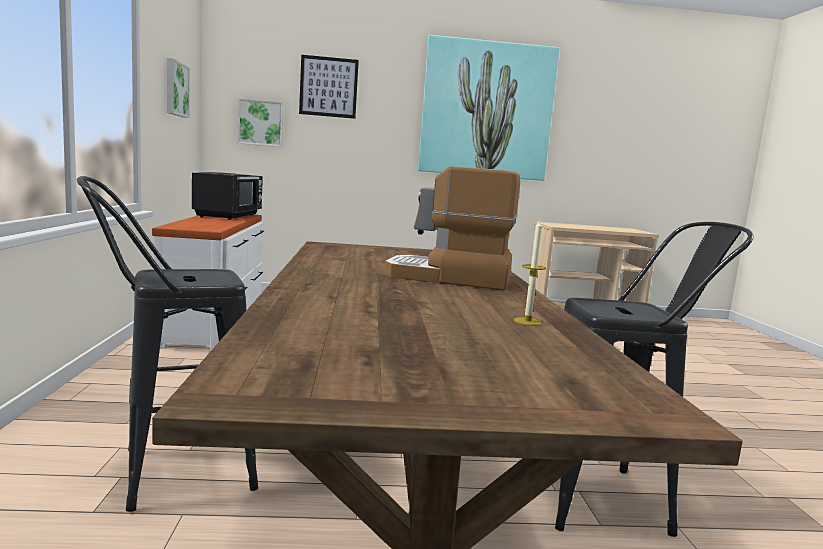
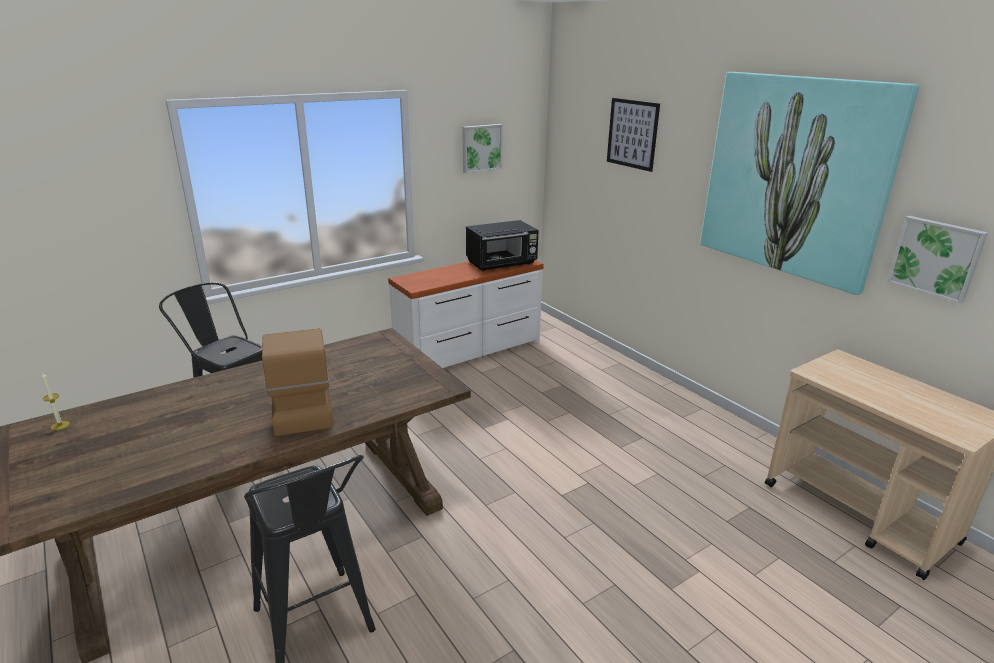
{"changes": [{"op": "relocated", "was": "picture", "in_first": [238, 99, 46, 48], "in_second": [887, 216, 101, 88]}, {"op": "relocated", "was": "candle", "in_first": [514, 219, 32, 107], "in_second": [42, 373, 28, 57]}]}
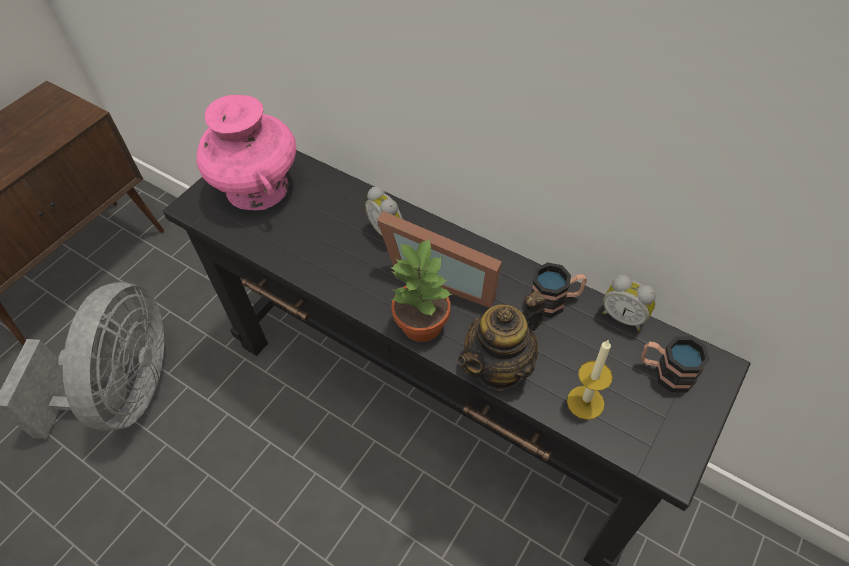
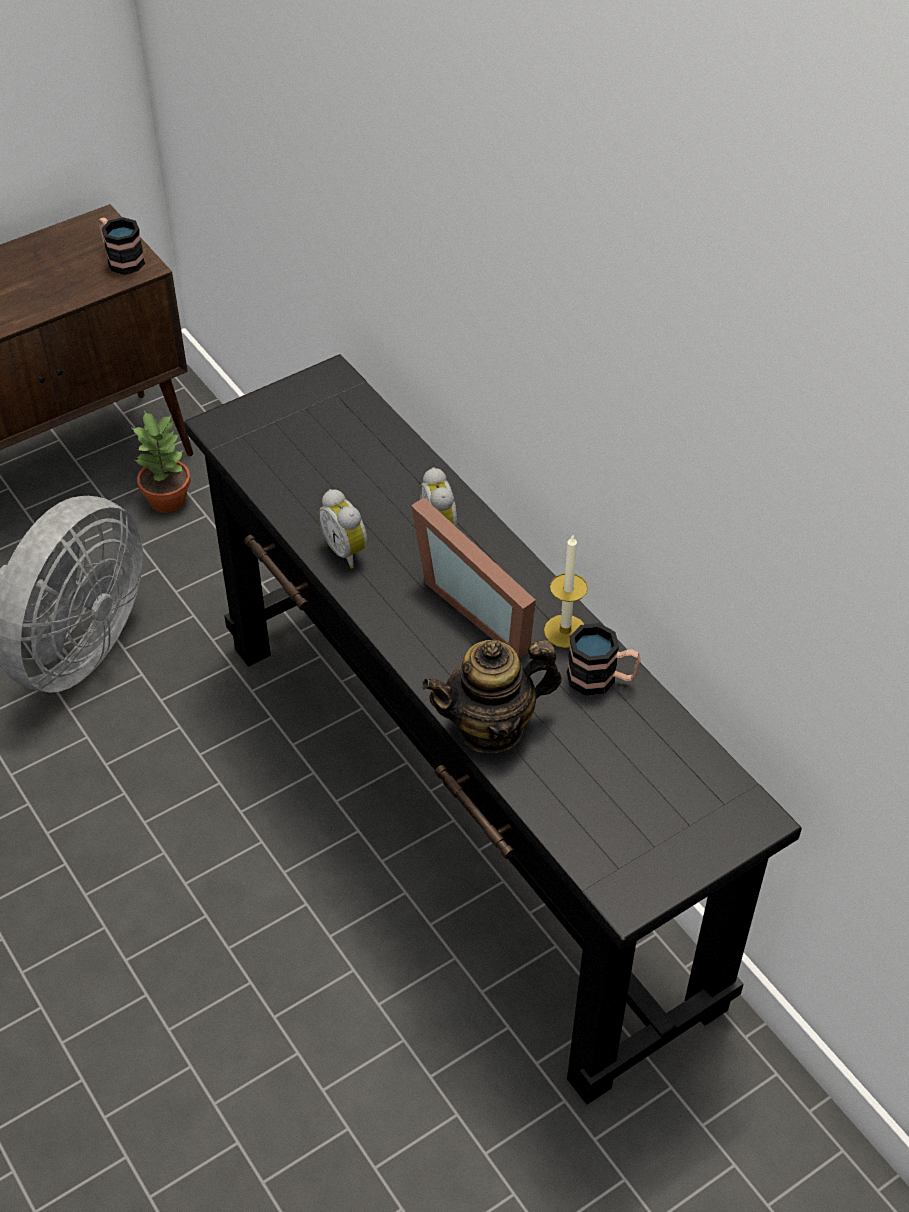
{"changes": [{"op": "missing", "was": "pink-coloured flower vase", "in_first": [196, 95, 100, 115]}, {"op": "relocated", "was": "plant in a pot", "in_first": [389, 238, 64, 104], "in_second": [132, 411, 59, 102]}, {"op": "relocated", "was": "candle", "in_first": [567, 339, 46, 81], "in_second": [544, 535, 44, 113]}, {"op": "relocated", "was": "bedside clock", "in_first": [603, 275, 53, 56], "in_second": [318, 489, 49, 80]}, {"op": "relocated", "was": "tea mug", "in_first": [641, 336, 69, 57], "in_second": [99, 217, 46, 58]}]}
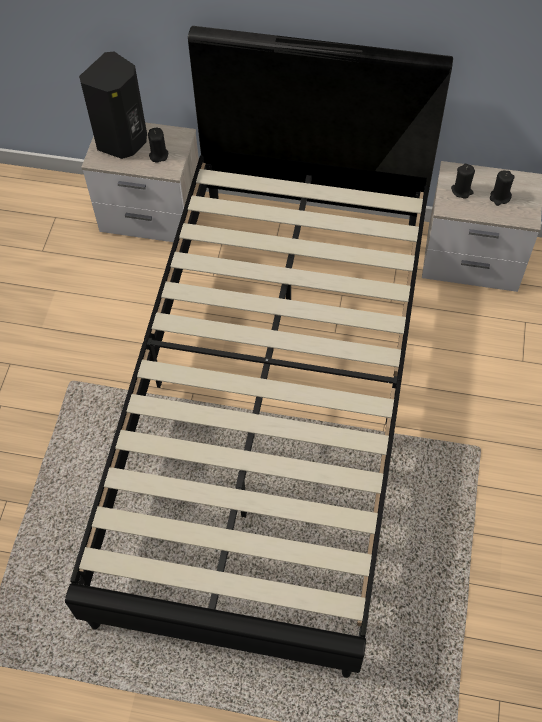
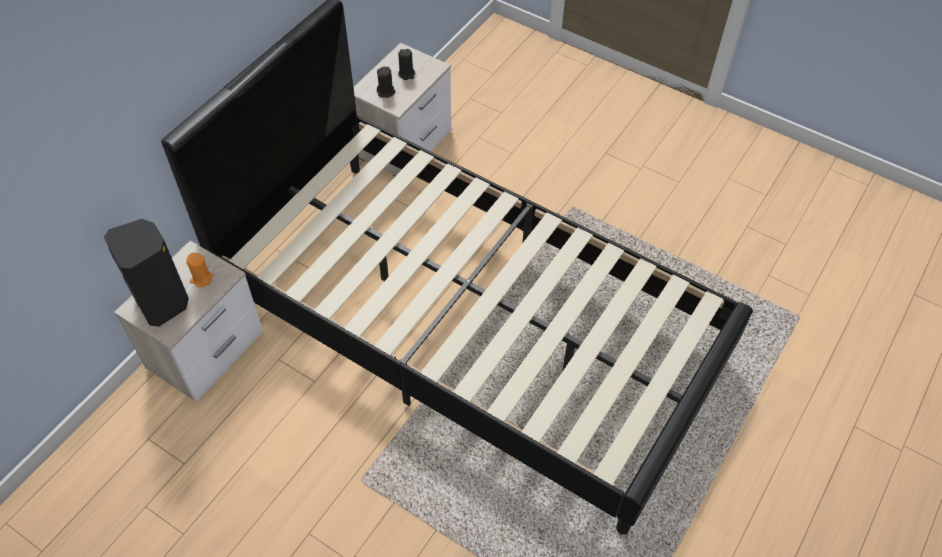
{"changes": [{"op": "colour", "was": "blackish candle", "now": "orangey candle", "in_first": [148, 128, 20, 34], "in_second": [186, 253, 27, 34]}]}
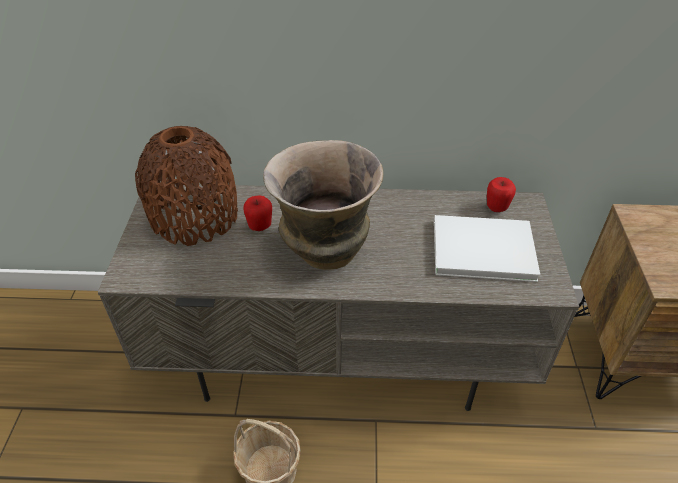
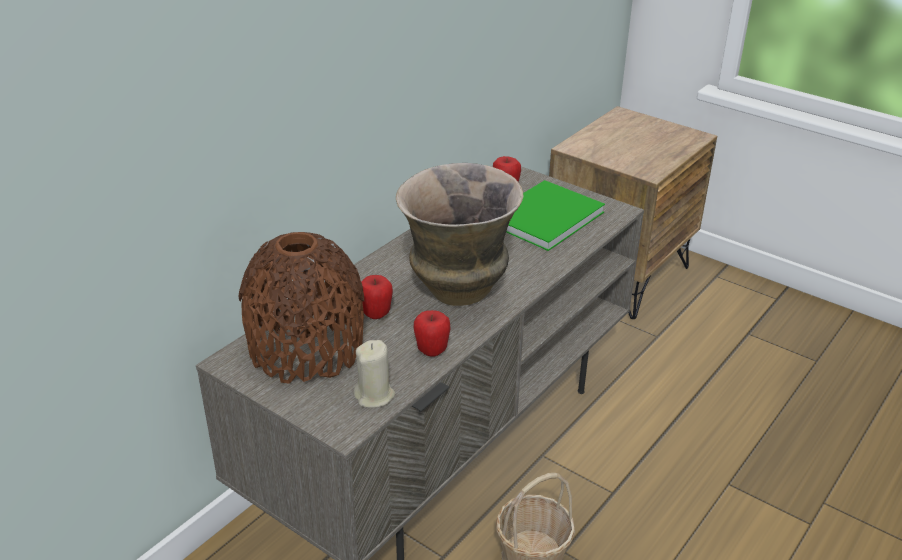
{"changes": [{"op": "appeared", "now": "sand-coloured candle", "in_second": [354, 340, 41, 68]}, {"op": "appeared", "now": "apple fruit", "in_second": [414, 310, 37, 47]}, {"op": "colour", "was": "white volume", "now": "green volume", "in_first": [434, 215, 106, 67], "in_second": [506, 180, 99, 71]}]}
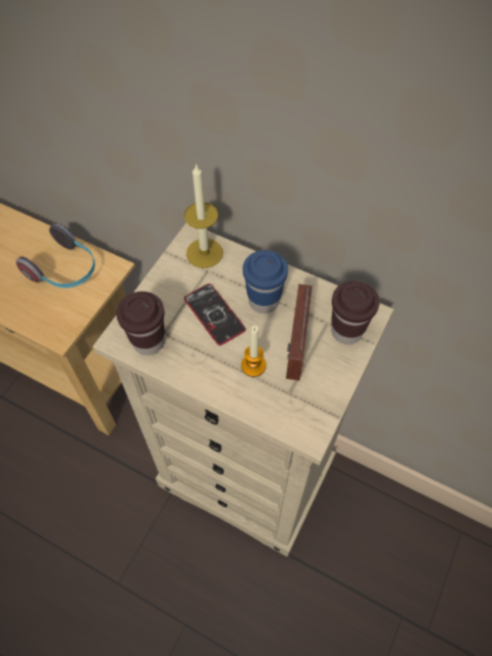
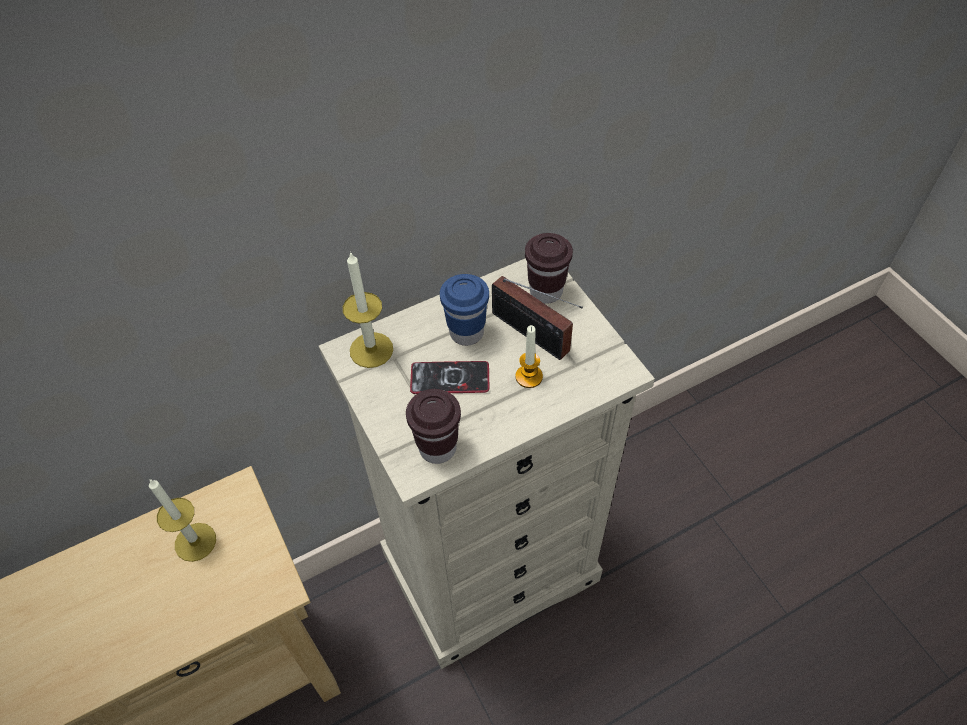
{"changes": [{"op": "exchanged", "was": "headset", "now": "candle", "in_first": [16, 224, 79, 64], "in_second": [149, 479, 67, 83]}]}
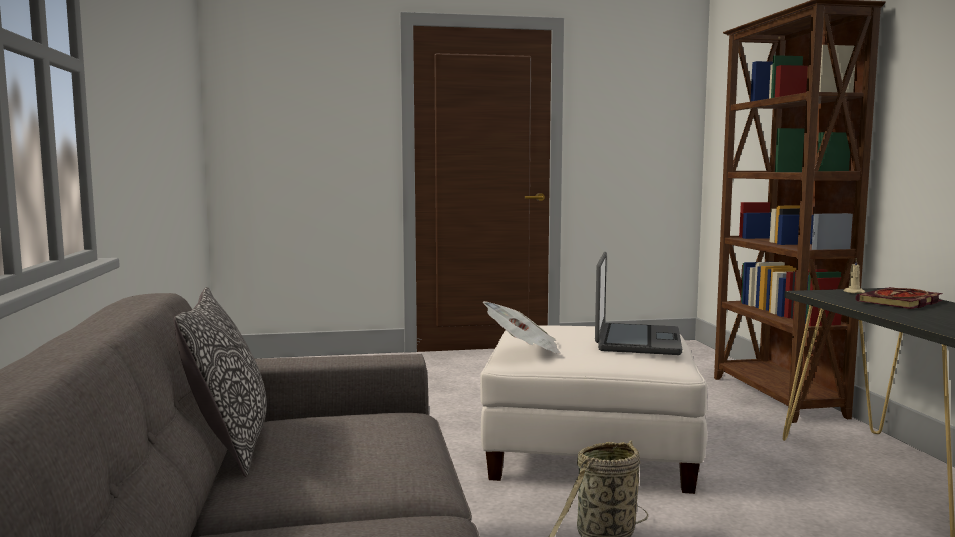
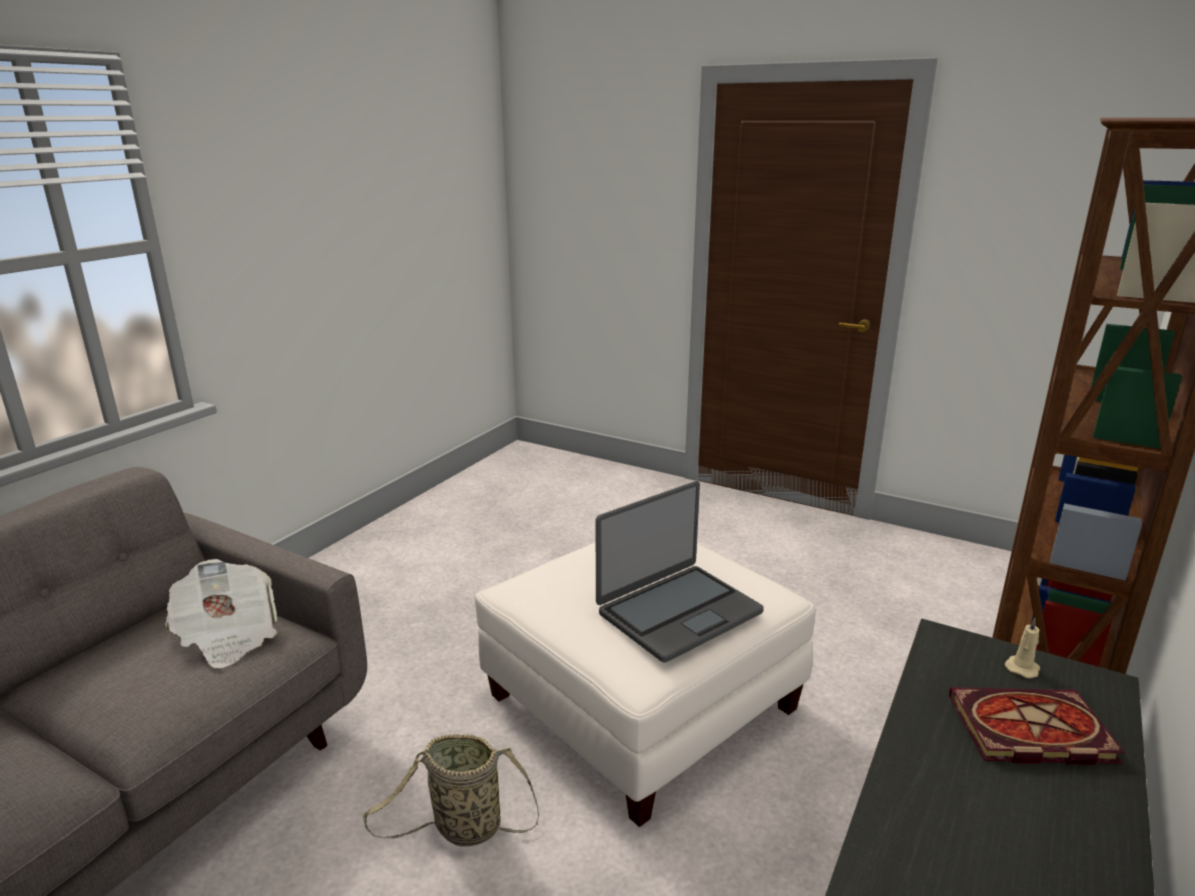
{"changes": [{"op": "missing", "was": "pillow", "in_first": [174, 287, 93, 190]}, {"op": "relocated", "was": "newspaper", "in_first": [483, 301, 78, 53], "in_second": [165, 559, 112, 109]}]}
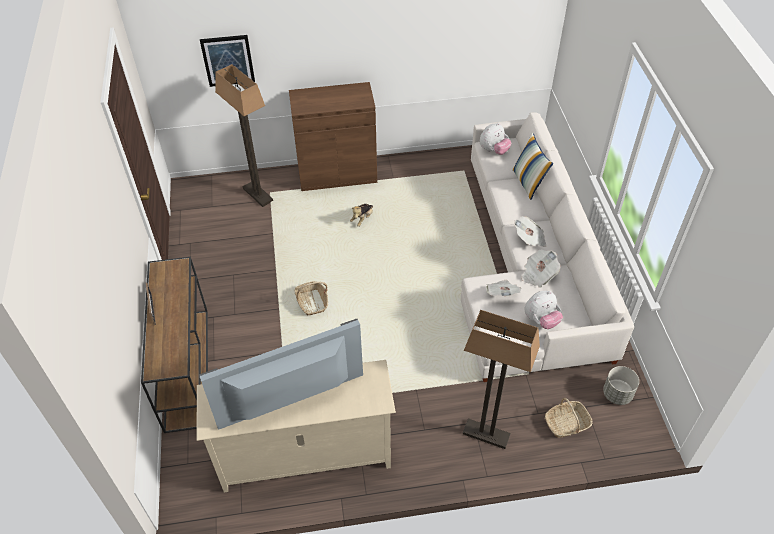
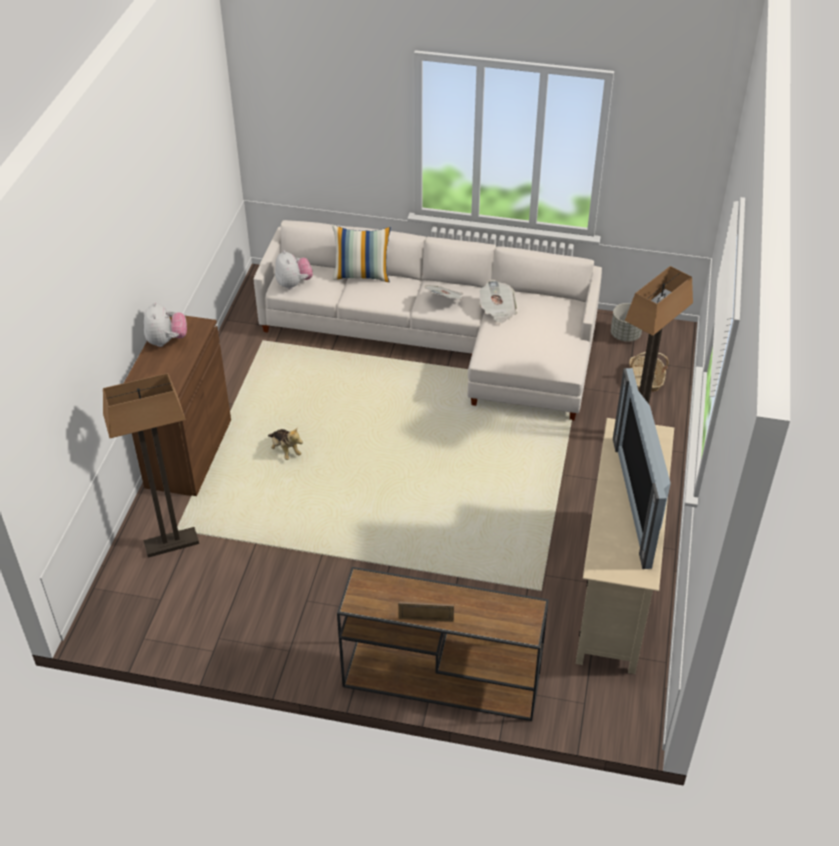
{"changes": [{"op": "missing", "was": "picture", "in_first": [200, 35, 55, 52]}, {"op": "missing", "was": "storage basket", "in_first": [295, 281, 33, 34]}, {"op": "missing", "was": "newspaper", "in_first": [486, 280, 35, 17]}, {"op": "relocated", "was": "cuddly toy", "in_first": [525, 291, 38, 38], "in_second": [144, 302, 43, 45]}]}
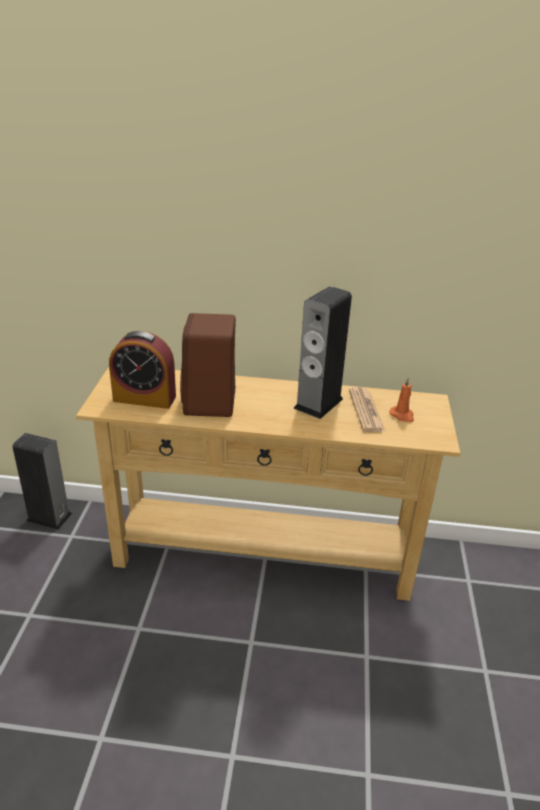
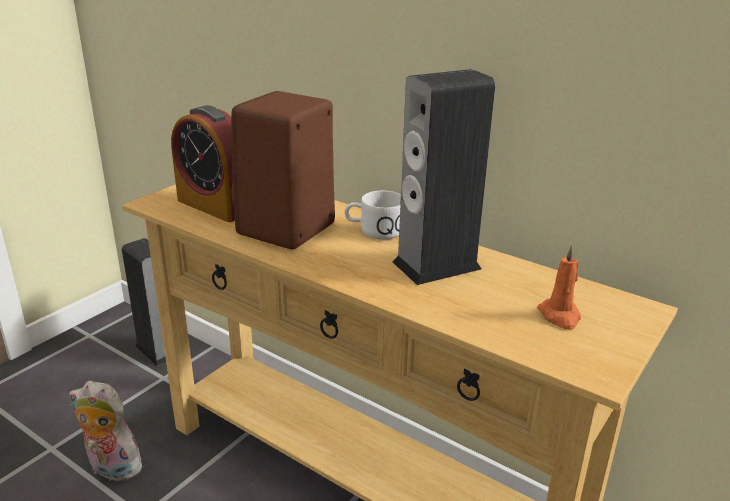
{"changes": [{"op": "missing", "was": "newspaper", "in_first": [349, 387, 36, 45]}, {"op": "appeared", "now": "cuddly toy", "in_second": [69, 381, 75, 100]}, {"op": "appeared", "now": "white tea mug", "in_second": [345, 191, 56, 48]}]}
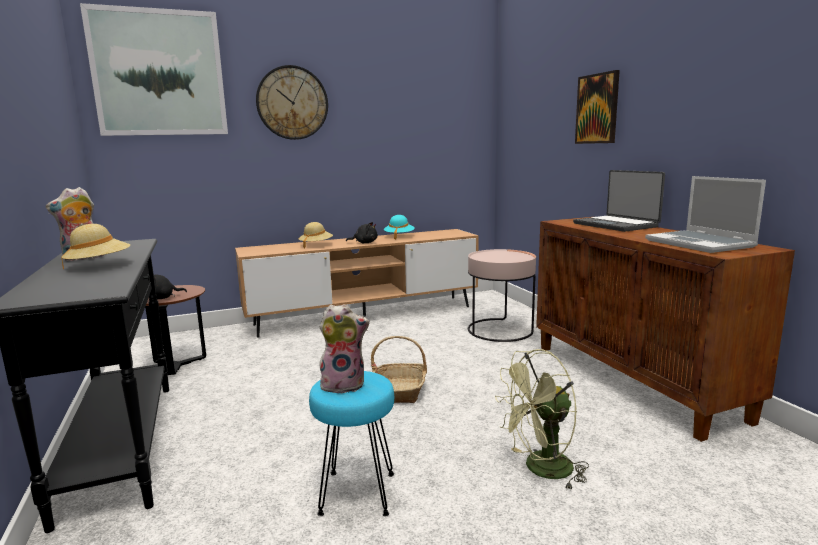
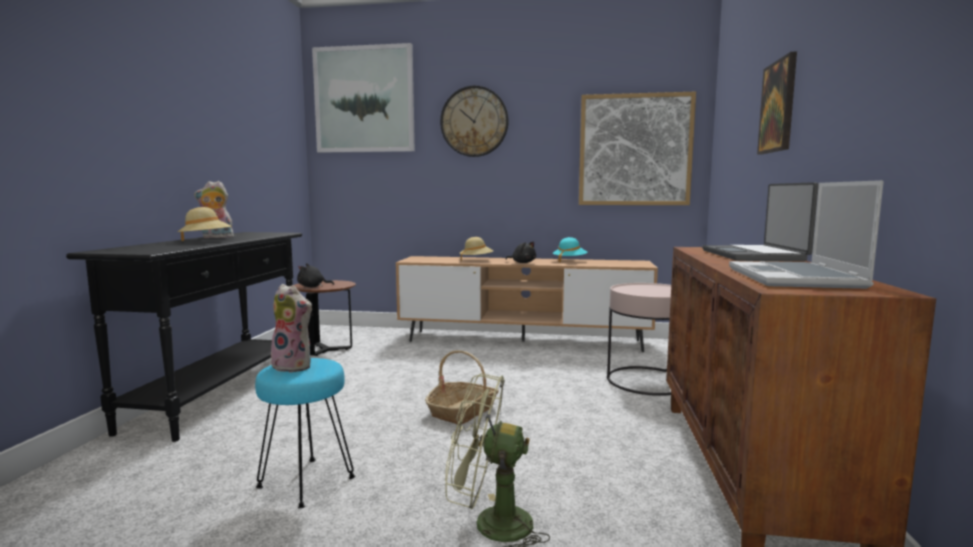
{"changes": [{"op": "appeared", "now": "picture", "in_second": [579, 92, 117, 113]}]}
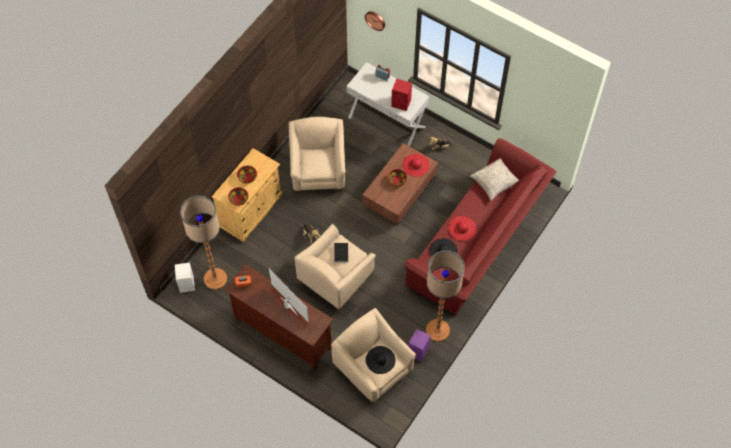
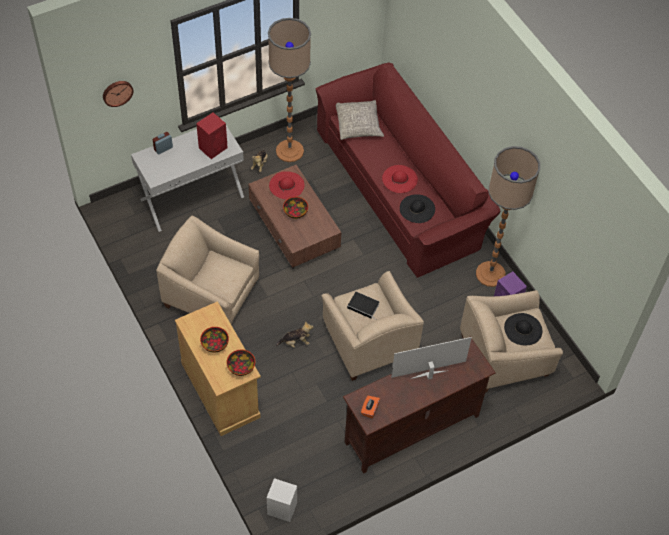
{"changes": [{"op": "relocated", "was": "standard lamp", "in_first": [180, 195, 47, 95], "in_second": [268, 18, 43, 144]}]}
